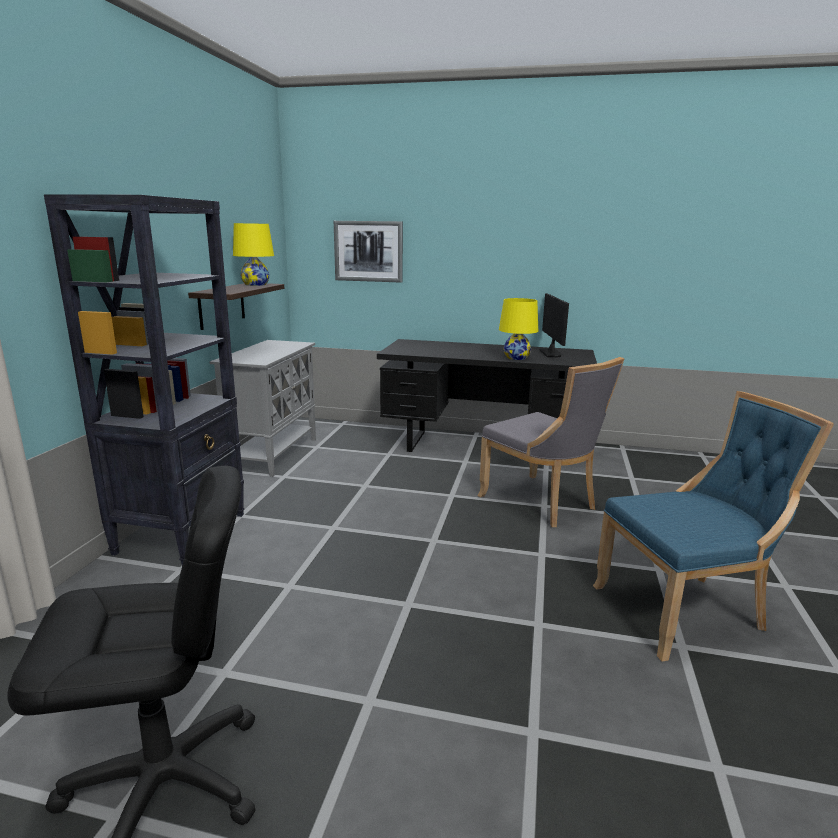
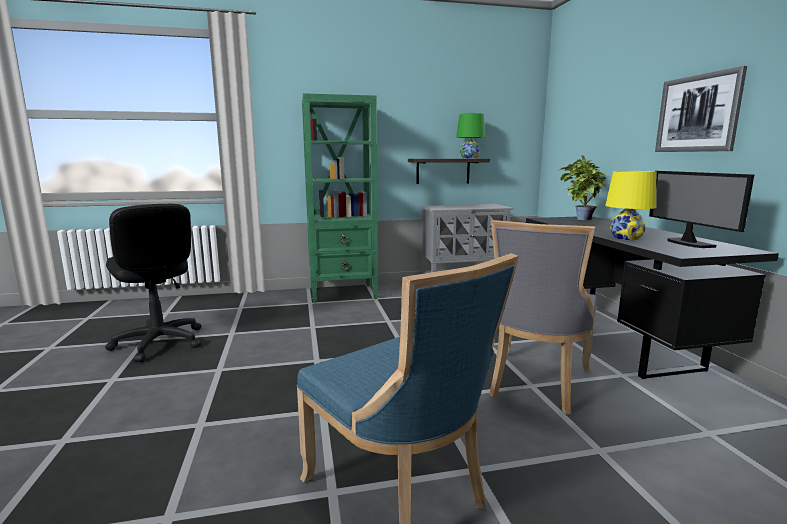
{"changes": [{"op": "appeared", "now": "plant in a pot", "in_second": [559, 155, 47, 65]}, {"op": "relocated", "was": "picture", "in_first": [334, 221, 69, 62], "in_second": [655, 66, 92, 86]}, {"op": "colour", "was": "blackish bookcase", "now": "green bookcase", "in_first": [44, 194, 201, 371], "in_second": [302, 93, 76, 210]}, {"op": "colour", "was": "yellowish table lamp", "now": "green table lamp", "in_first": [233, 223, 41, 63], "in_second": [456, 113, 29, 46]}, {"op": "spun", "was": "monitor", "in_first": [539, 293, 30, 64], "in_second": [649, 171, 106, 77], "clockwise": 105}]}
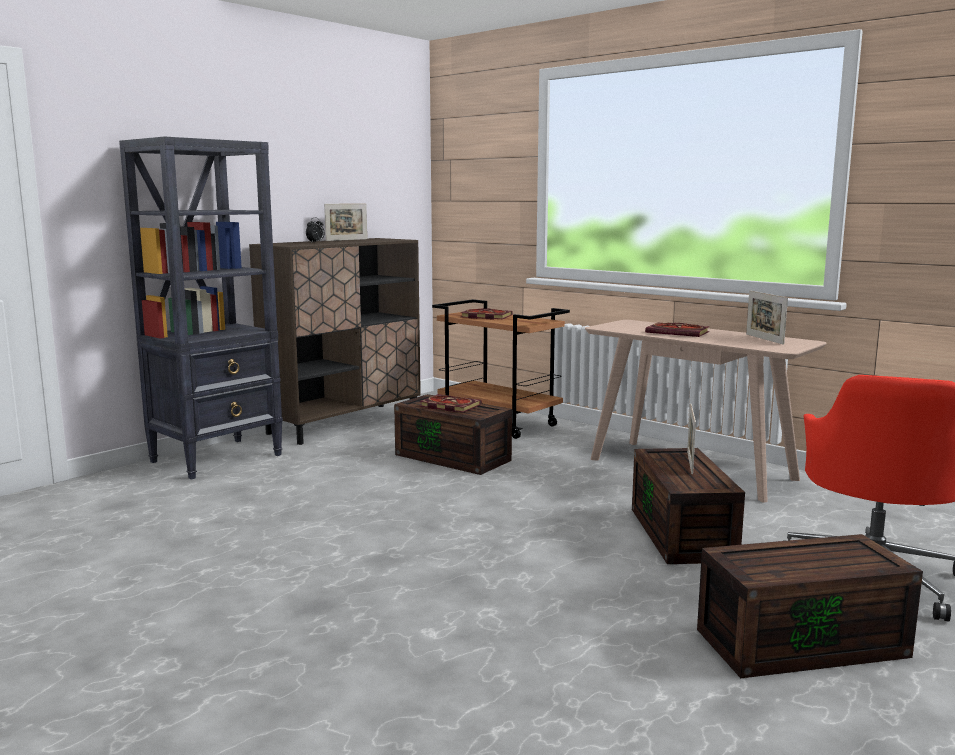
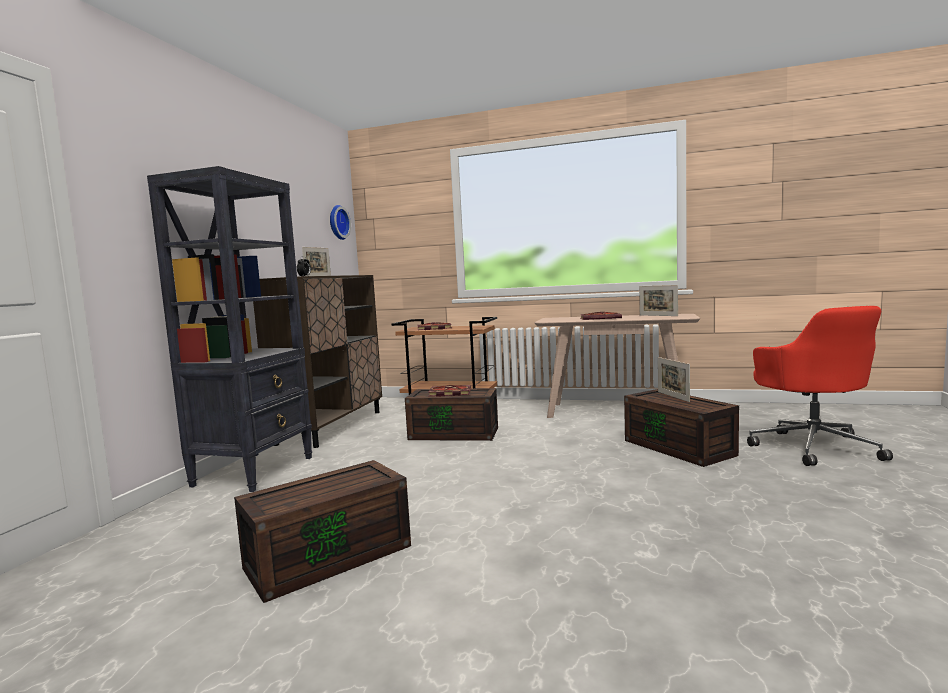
{"changes": [{"op": "appeared", "now": "hanging clock", "in_second": [330, 205, 21, 35]}, {"op": "relocated", "was": "brown-coloured storage bin", "in_first": [697, 534, 226, 144], "in_second": [234, 460, 177, 143]}]}
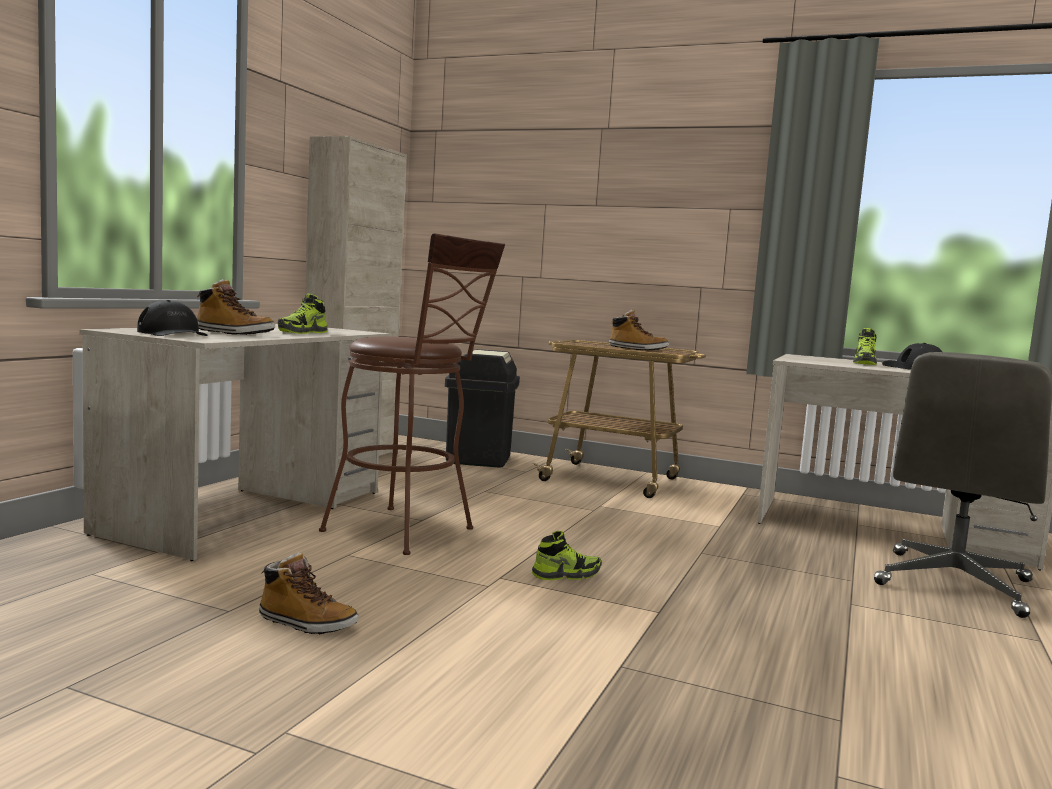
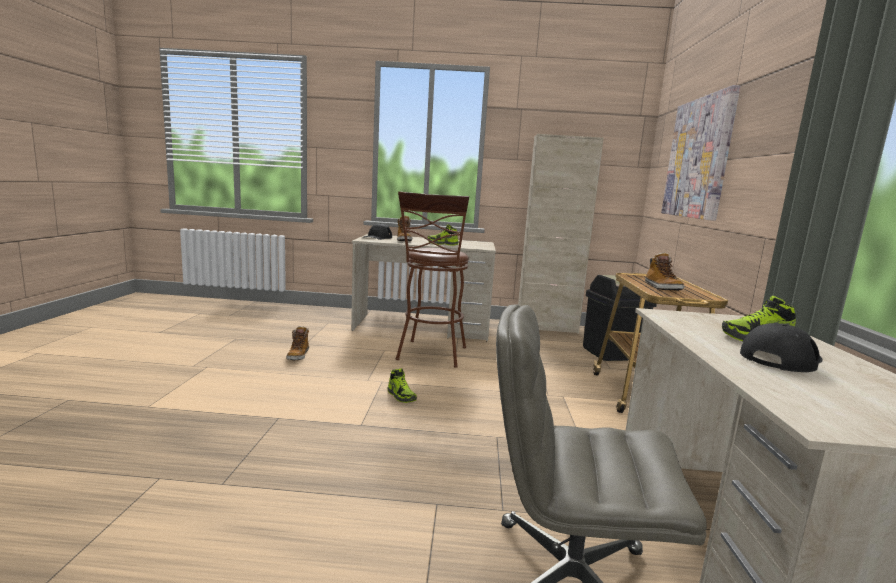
{"changes": [{"op": "appeared", "now": "picture", "in_second": [661, 85, 80, 136]}]}
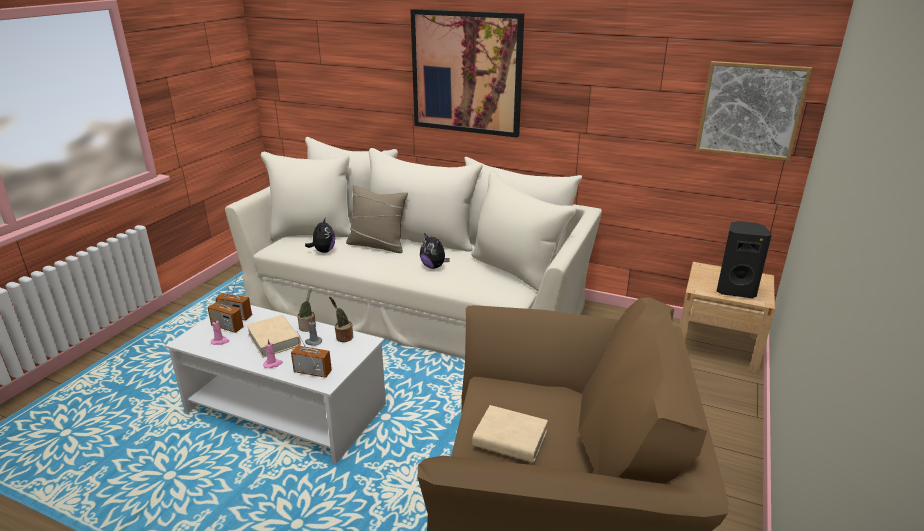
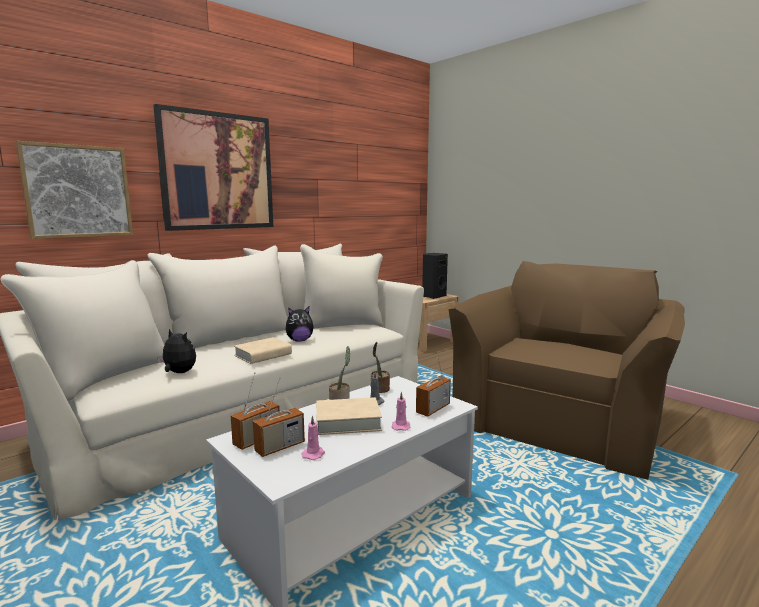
{"changes": [{"op": "missing", "was": "sand-coloured pillow", "in_first": [346, 185, 62, 68]}, {"op": "relocated", "was": "sand-coloured volume", "in_first": [472, 405, 76, 58], "in_second": [234, 337, 58, 27]}, {"op": "relocated", "was": "picture", "in_first": [696, 61, 116, 100], "in_second": [16, 141, 117, 98]}]}
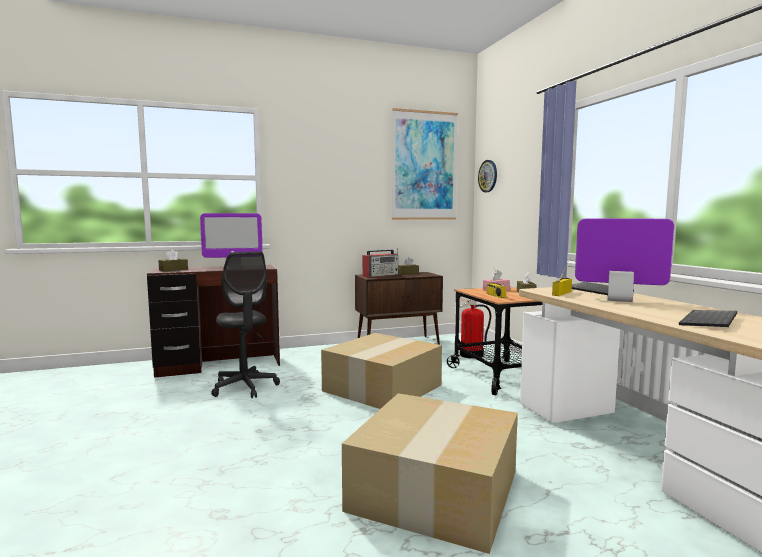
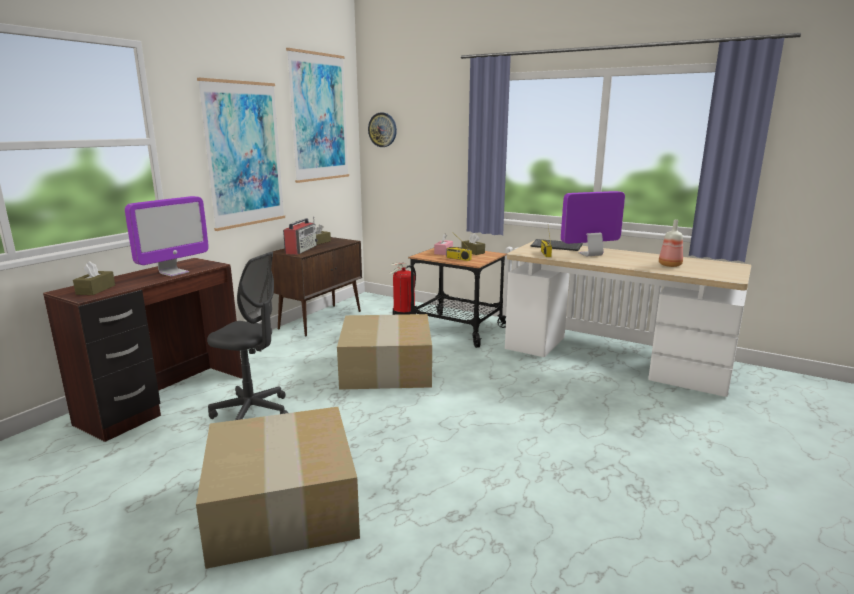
{"changes": [{"op": "appeared", "now": "picture", "in_second": [197, 78, 88, 153]}, {"op": "relocated", "was": "packing box", "in_first": [342, 393, 176, 161], "in_second": [196, 407, 164, 162]}, {"op": "exchanged", "was": "computer keyboard", "now": "bottle", "in_first": [679, 310, 58, 17], "in_second": [659, 220, 24, 47]}]}
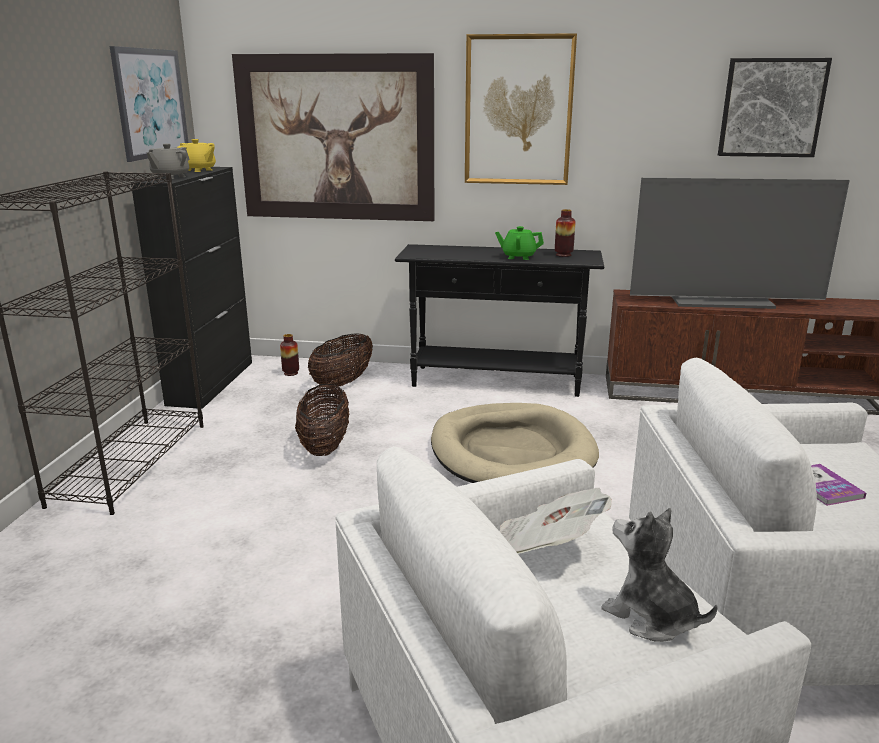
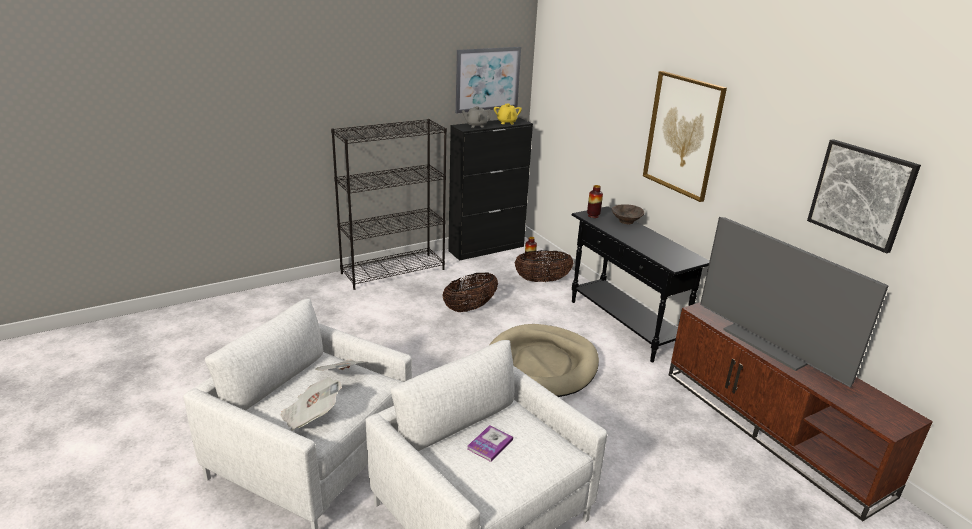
{"changes": [{"op": "missing", "was": "picture", "in_first": [232, 53, 202, 168]}, {"op": "missing", "was": "green teapot", "in_first": [495, 226, 49, 34]}, {"op": "appeared", "now": "brown-coloured deep dish", "in_second": [612, 204, 32, 20]}, {"op": "relocated", "was": "flower vase", "in_first": [555, 209, 20, 48], "in_second": [587, 185, 16, 33]}, {"op": "exchanged", "was": "cuddly toy", "now": "newspaper", "in_first": [601, 508, 117, 134], "in_second": [280, 377, 62, 54]}]}
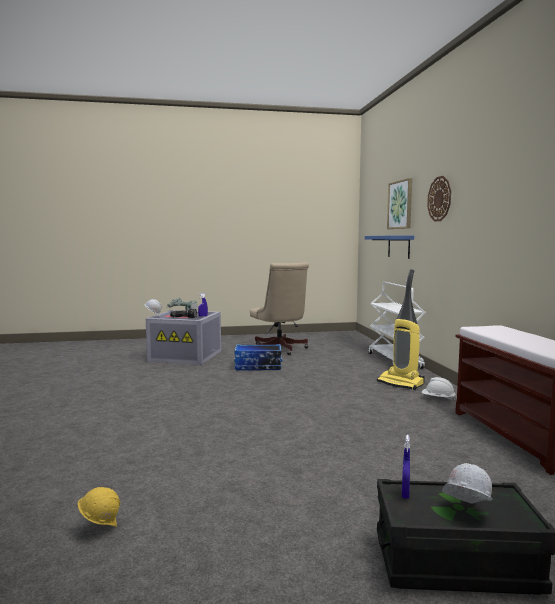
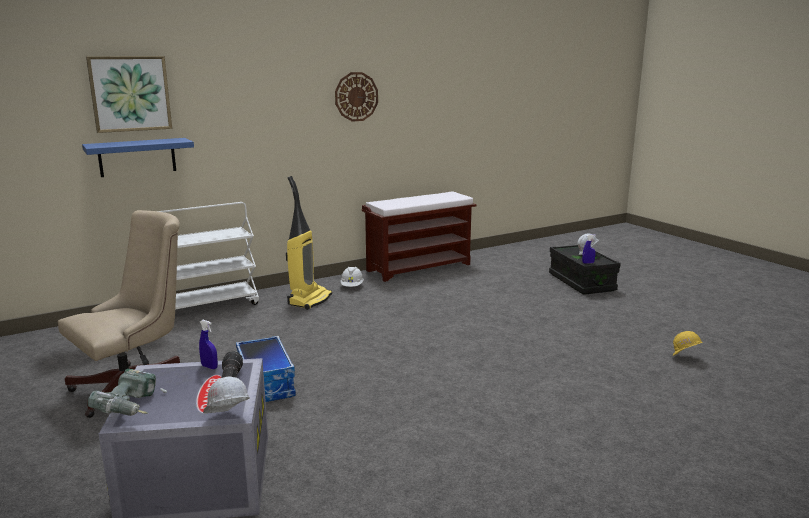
{"changes": [{"op": "relocated", "was": "hanging clock", "in_first": [427, 176, 24, 46], "in_second": [335, 72, 43, 50]}]}
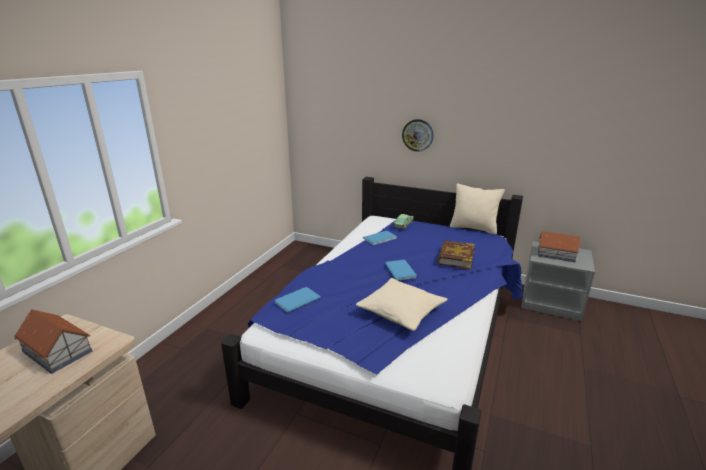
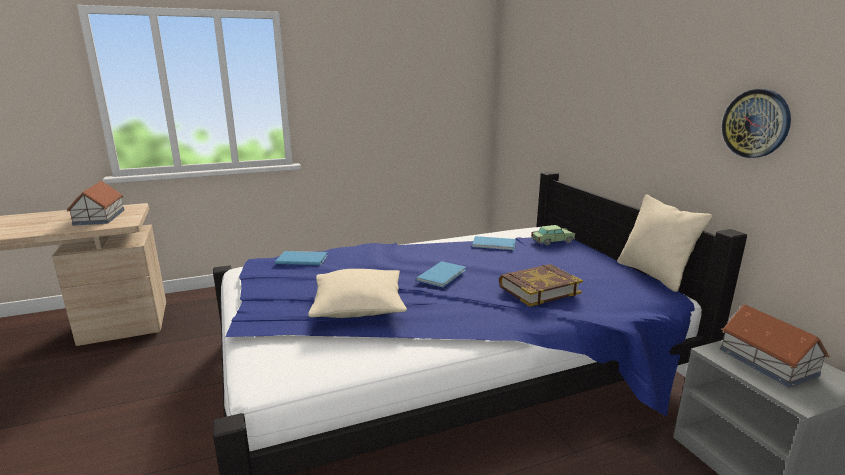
{"changes": [{"op": "relocated", "was": "hanging clock", "in_first": [402, 119, 32, 33], "in_second": [722, 89, 69, 69]}]}
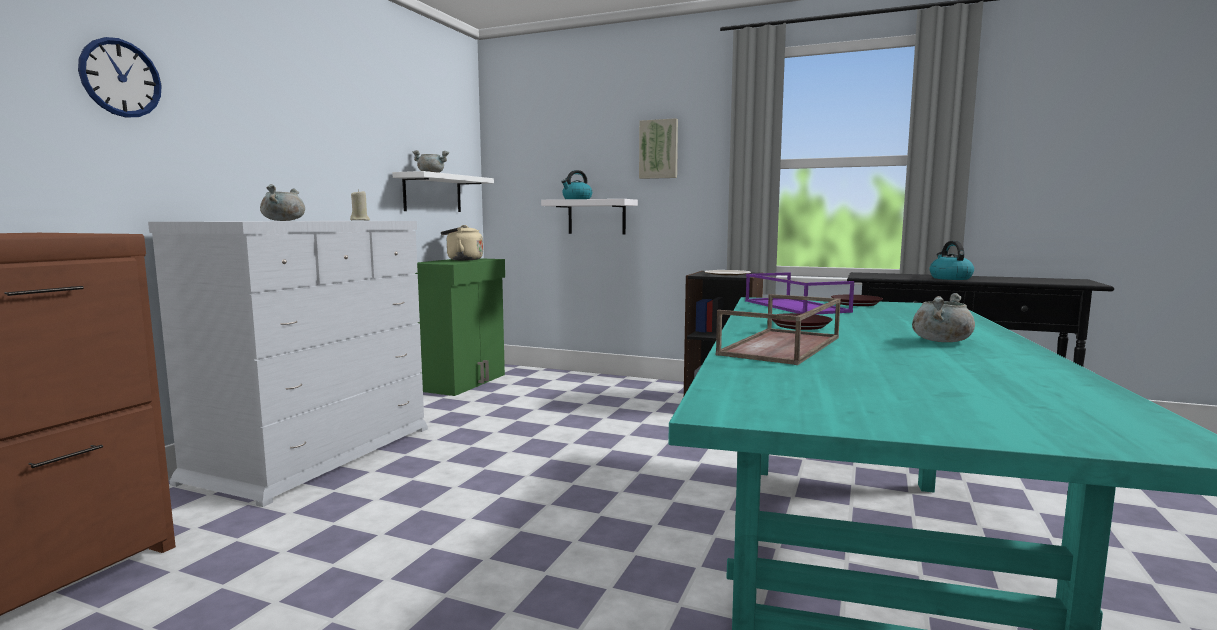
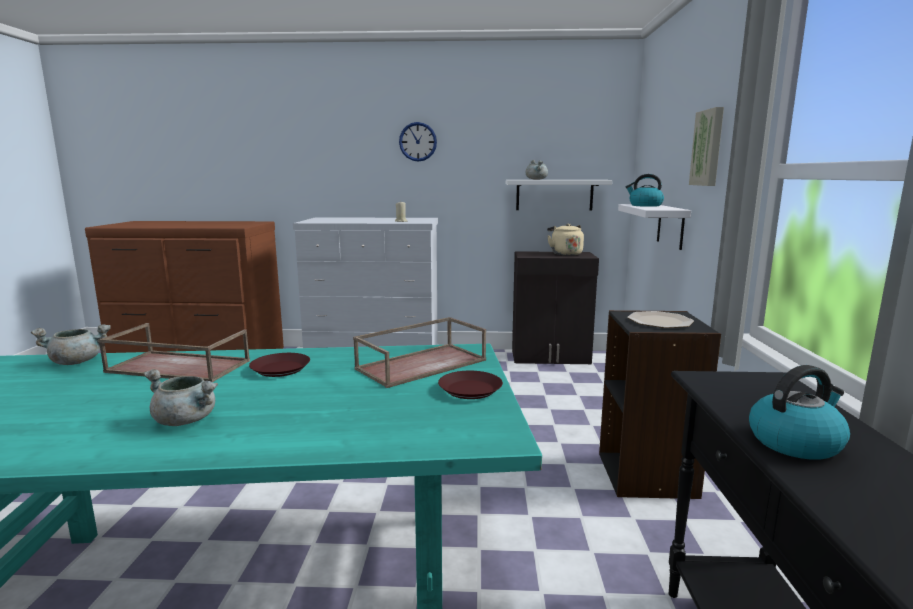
{"changes": [{"op": "relocated", "was": "hanging clock", "in_first": [78, 37, 84, 80], "in_second": [399, 122, 38, 40]}, {"op": "relocated", "was": "grey saucepot", "in_first": [260, 184, 45, 37], "in_second": [31, 325, 80, 40]}, {"op": "colour", "was": "green cupboard", "now": "blackish cupboard", "in_first": [415, 258, 90, 138], "in_second": [512, 251, 87, 113]}, {"op": "colour", "was": "purple-coloured serving tray", "now": "brown-coloured serving tray", "in_first": [745, 272, 109, 43], "in_second": [353, 317, 133, 71]}]}
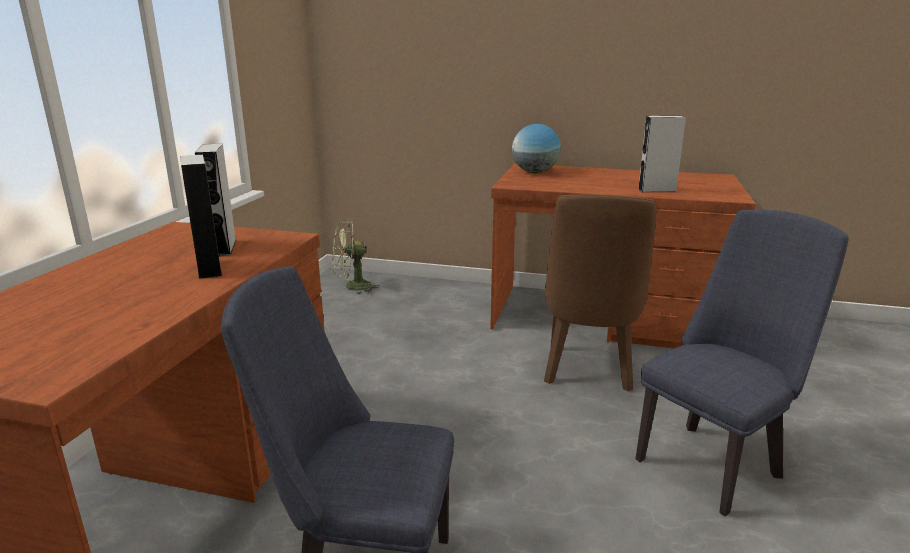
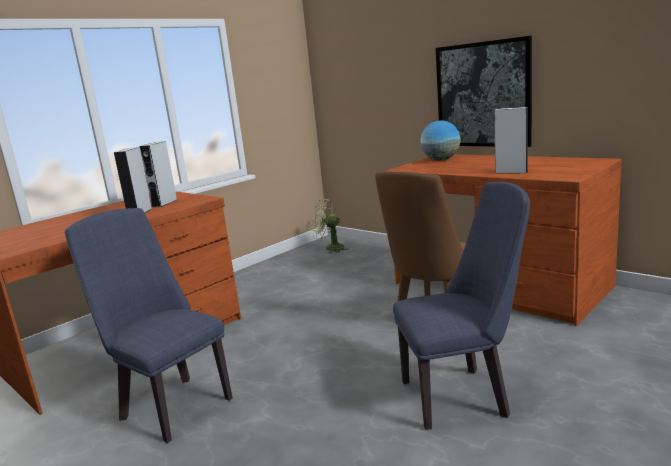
{"changes": [{"op": "appeared", "now": "picture", "in_second": [436, 36, 96, 111]}]}
